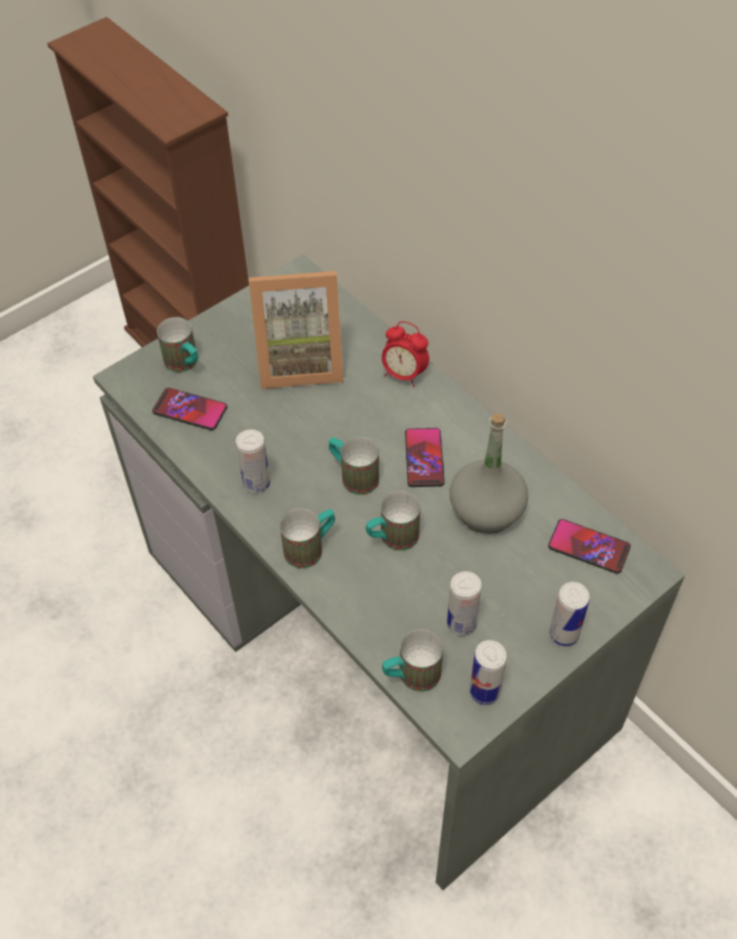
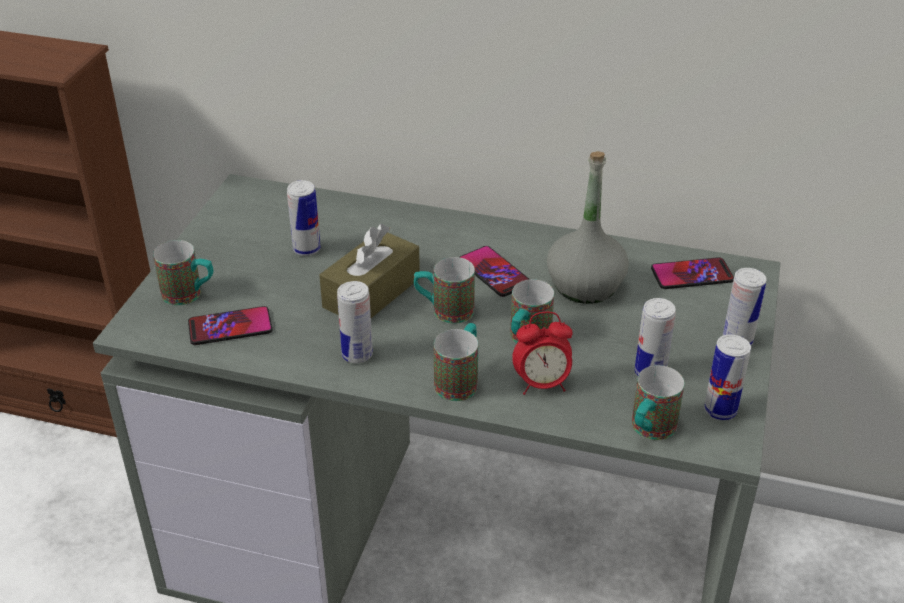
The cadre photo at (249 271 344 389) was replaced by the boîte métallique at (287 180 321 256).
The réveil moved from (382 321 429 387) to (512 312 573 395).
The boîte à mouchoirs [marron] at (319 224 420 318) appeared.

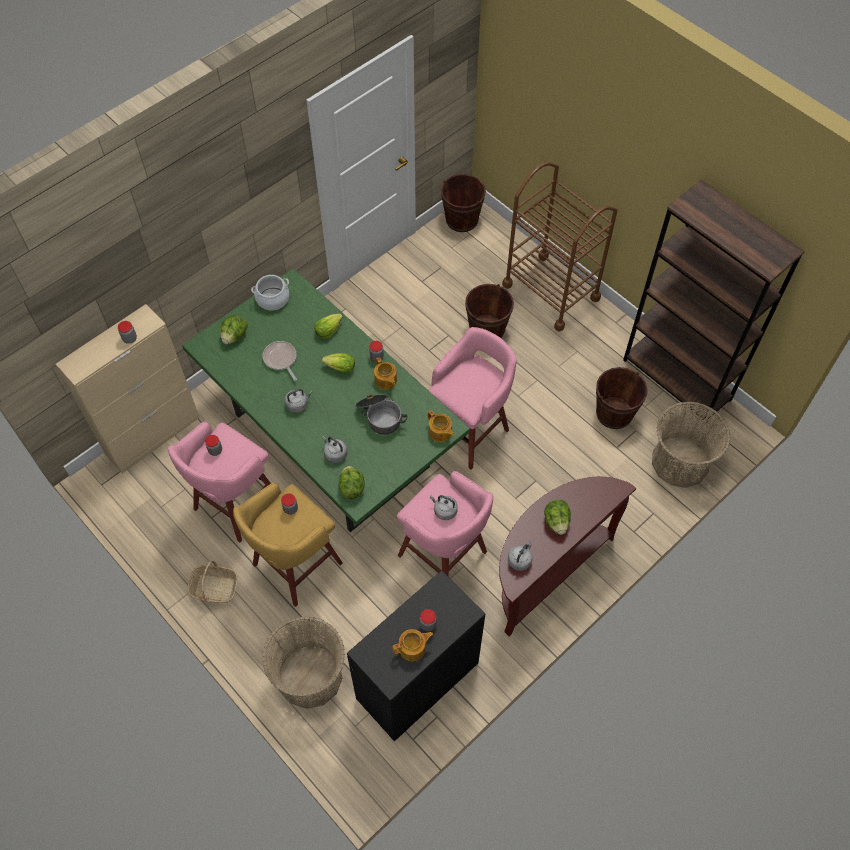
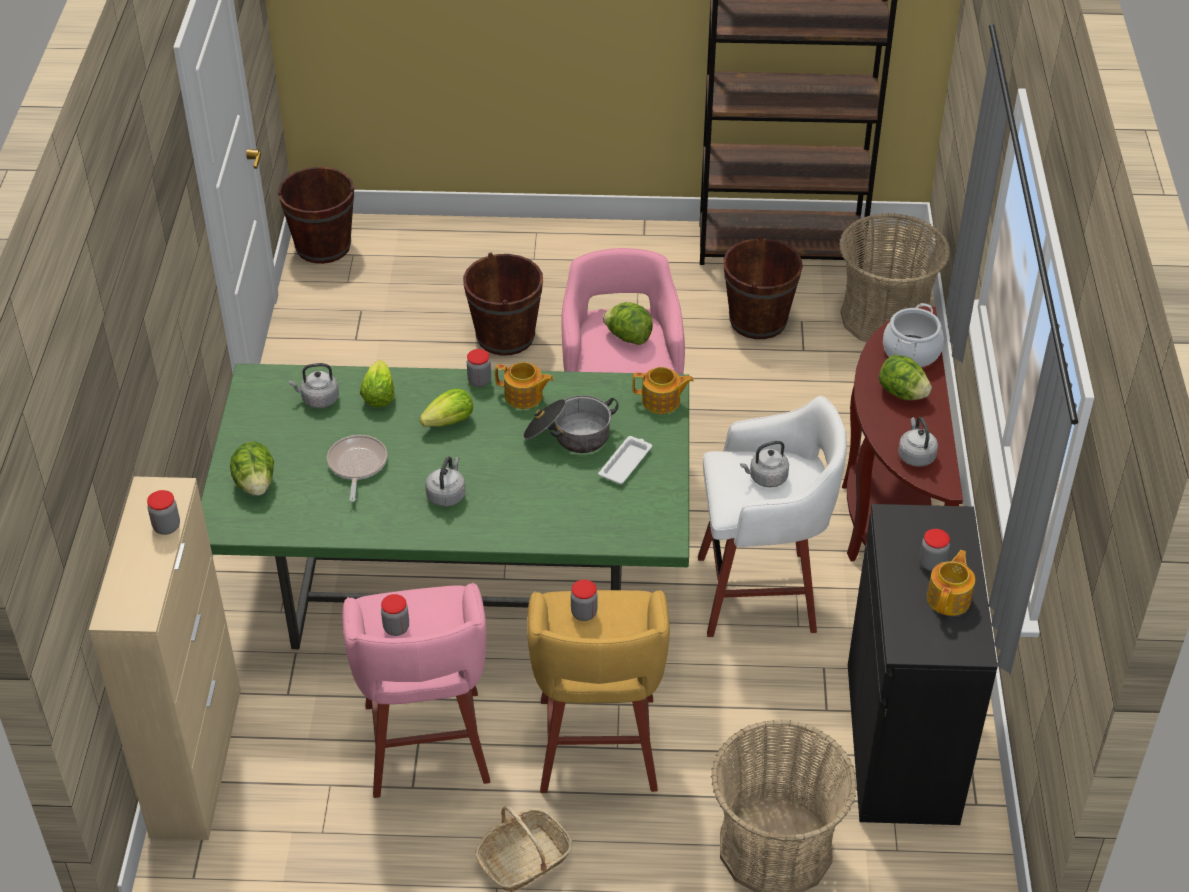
The marmite moved from (251 275 289 311) to (883 303 944 367).
The poêle at (263 341 297 381) turned 75 degrees clockwise.
The bouilloire [gris] moved from (322 436 347 463) to (289 363 339 408).
The laitue moved from (338 466 365 499) to (603 302 653 345).
The tabouret [rose] at (397 471 493 576) became the tabouret [blanc] at (698 396 847 637).
The chariot [marron] at (502 162 618 332) disappeared.
The plateau [blanc] at (598 436 652 484) appeared.

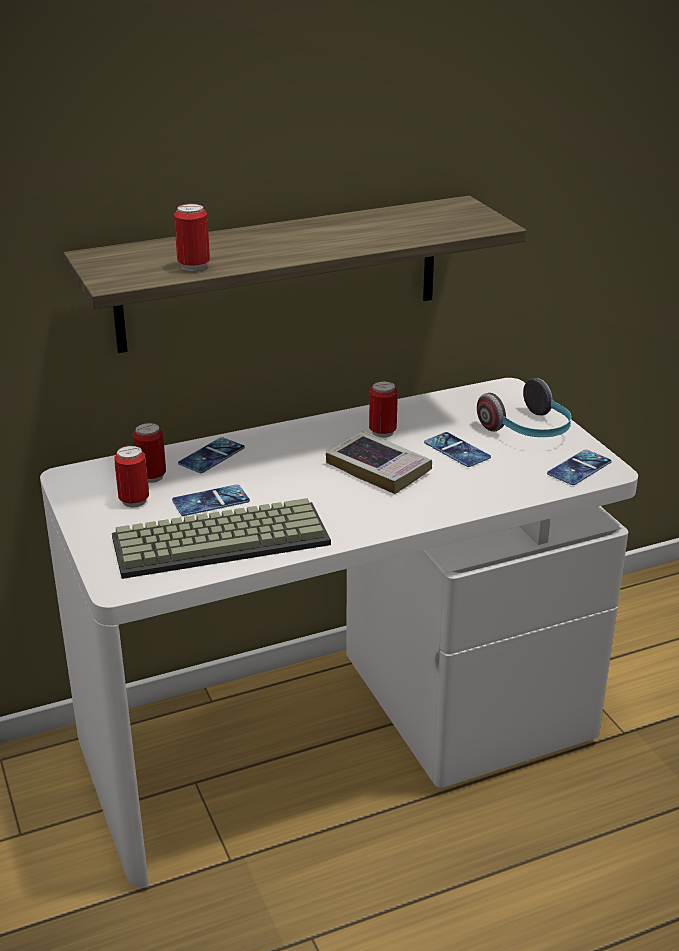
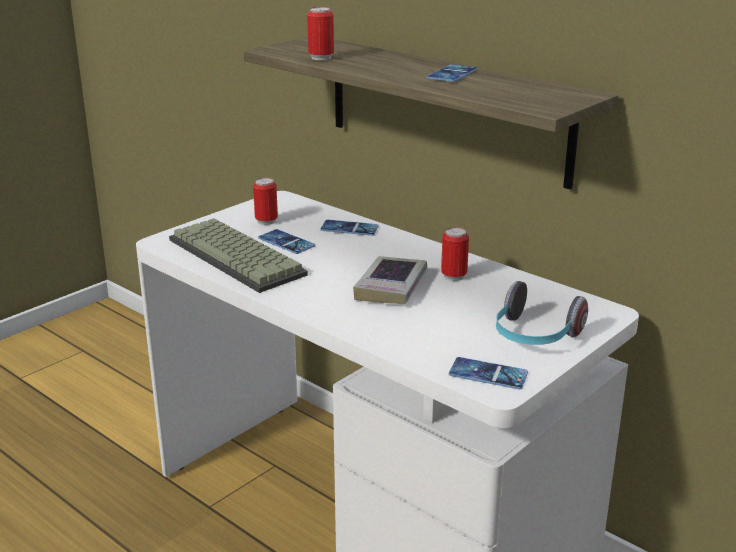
The boîte métallique at (133 422 166 483) disappeared.
The téléphone moved from (424 432 491 467) to (426 64 478 82).

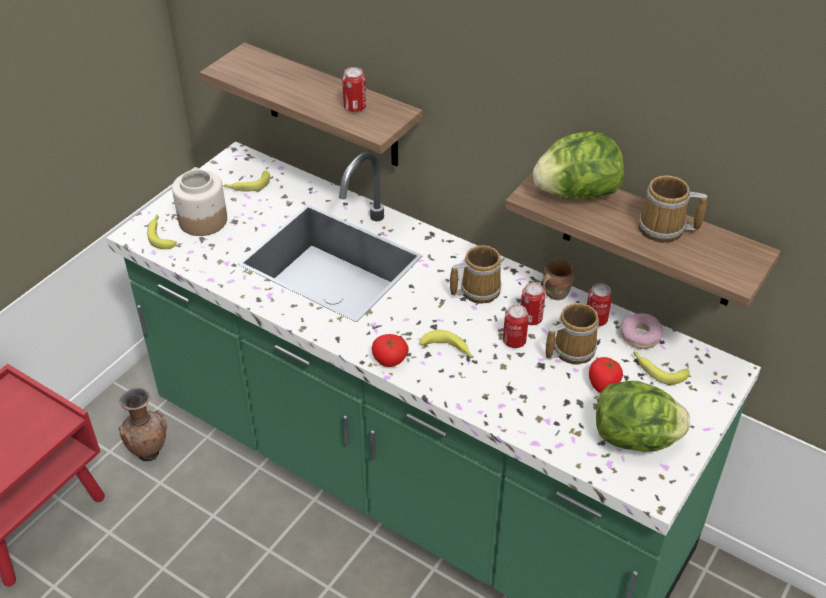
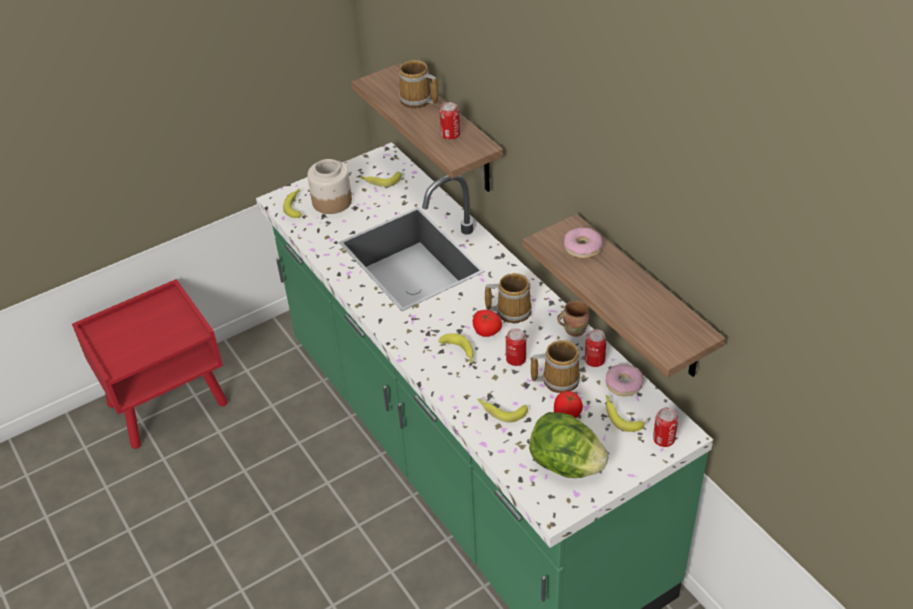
The vase [marron] at (119 388 167 461) disappeared.
The tomate moved from (372 334 409 367) to (473 310 502 337).
The boîte métallique moved from (521 282 545 325) to (653 407 678 447).
The laitue at (533 131 624 199) was replaced by the beignet at (564 228 602 258).
The mug moved from (639 175 707 243) to (399 60 438 109).
The banane at (477 399 528 423) appeared.

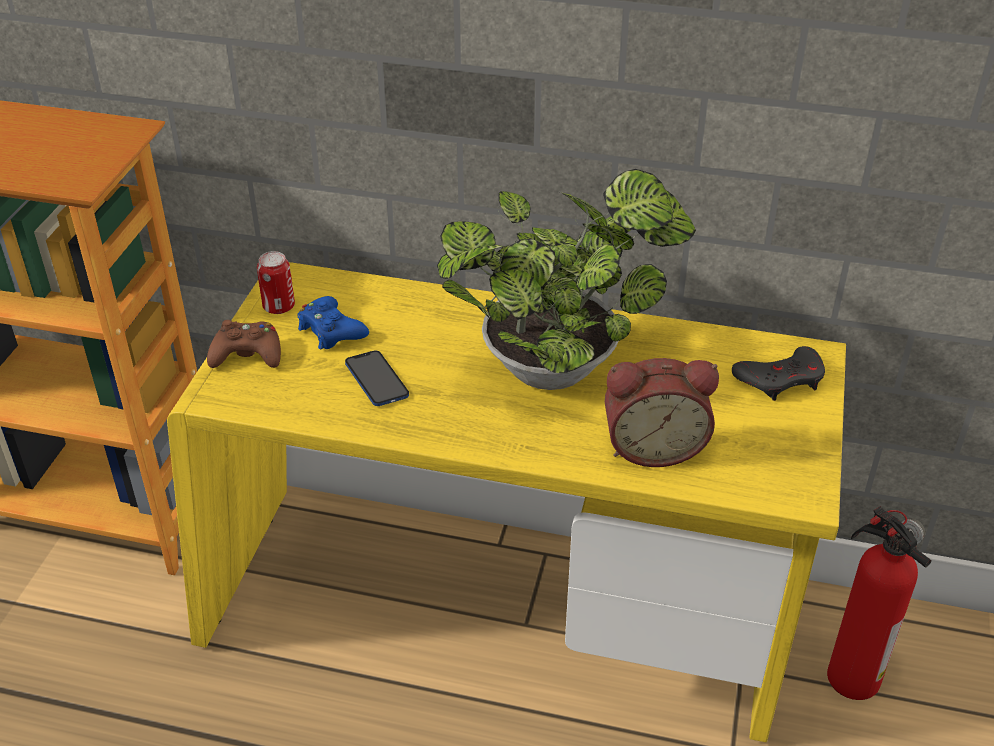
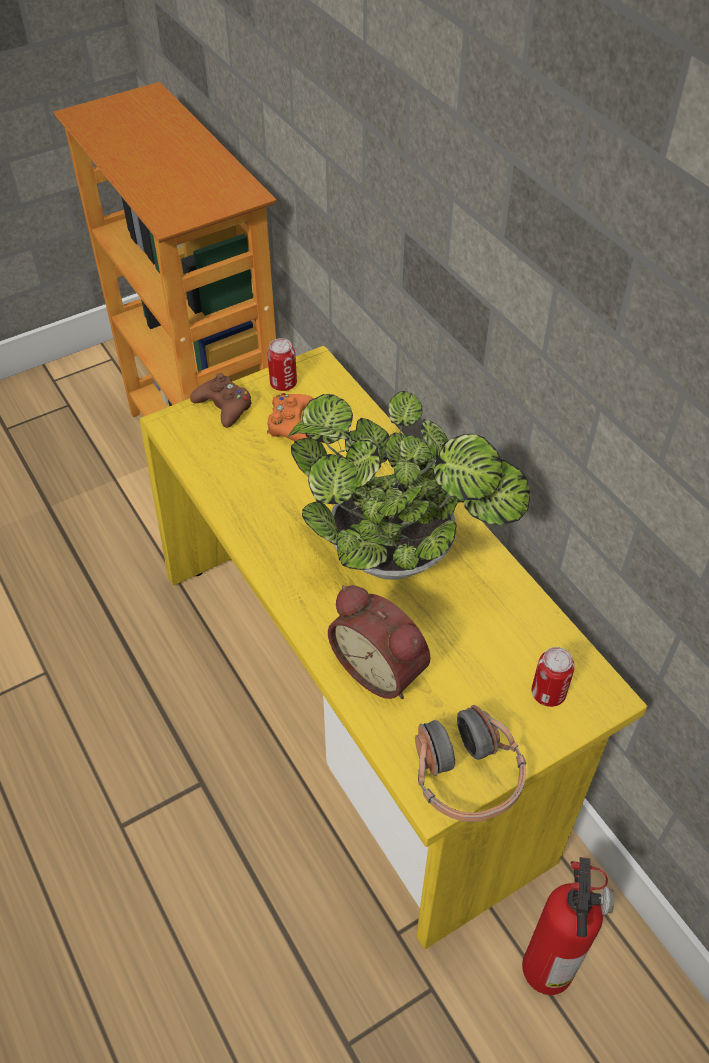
The manette [bleu] at (298 296 369 349) became the manette [orange] at (267 393 314 441).
The téléphone at (345 351 409 406) disappeared.
The manette [gris] at (732 346 825 401) was replaced by the boîte métallique at (531 647 575 707).
The casque audio at (415 705 526 822) appeared.

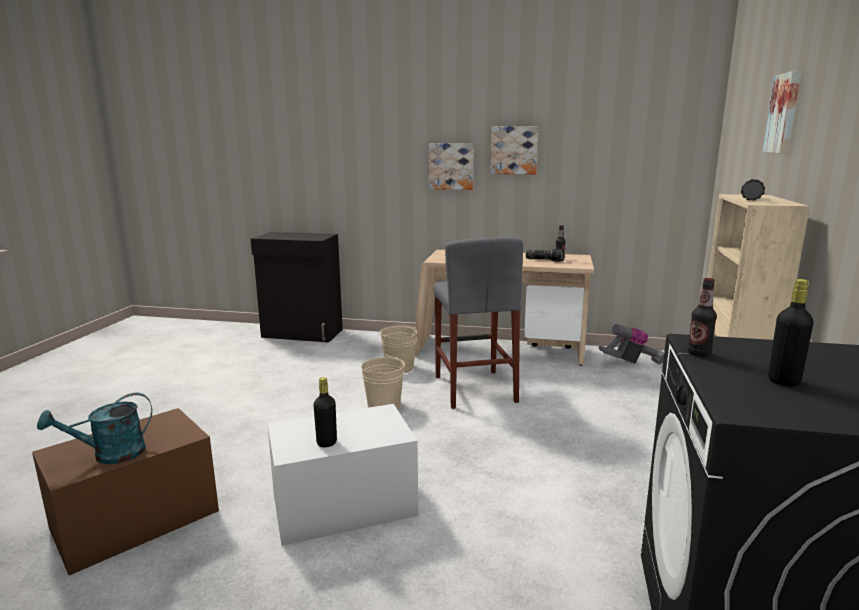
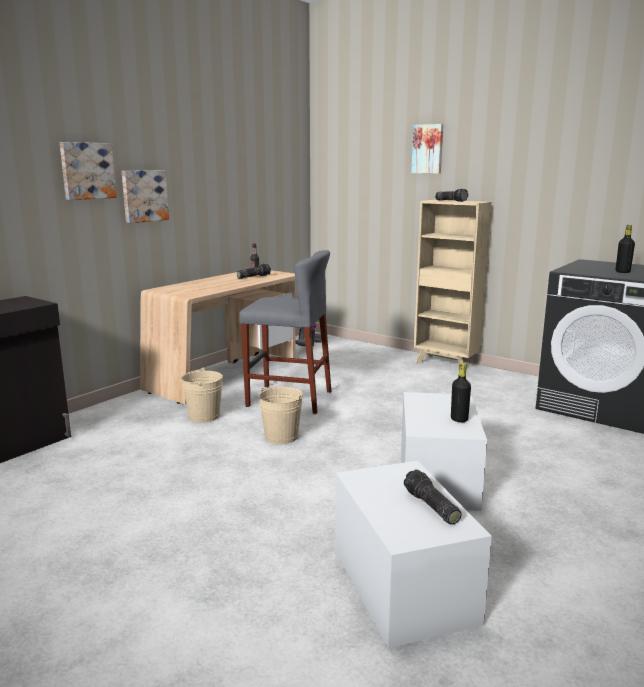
The boîte de rangement [marron] at (32 408 219 575) became the boîte de rangement [blanc] at (335 461 492 648).
The arrosoir [turquoise] at (37 393 152 464) was replaced by the lampe de poche at (404 469 462 525).
The tableau moved from (490 126 539 174) to (60 142 117 200).
The bouteille at (687 278 717 357) disappeared.

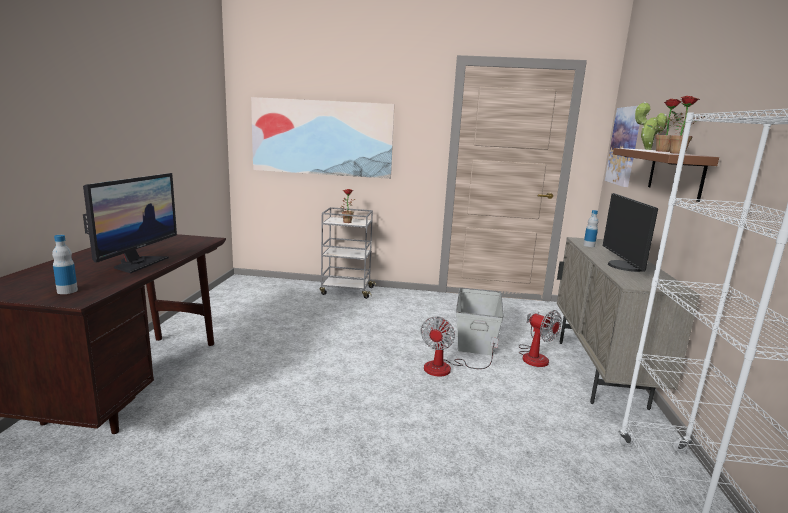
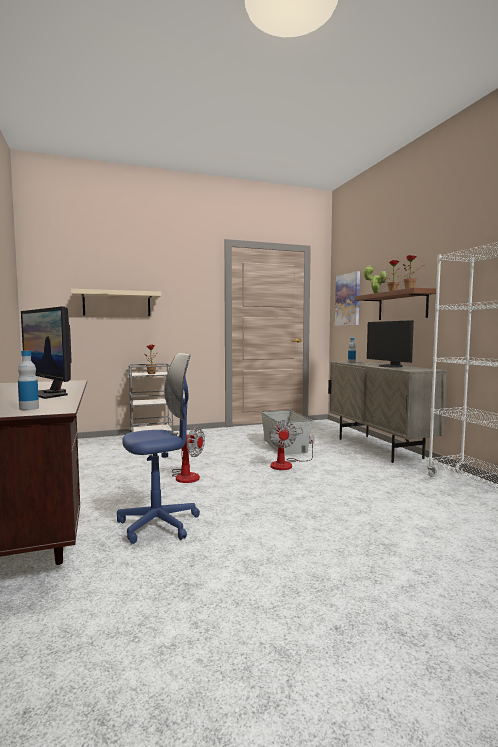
The écran d'ordinateur at (83 173 177 273) turned 150 degrees clockwise.
The tableau at (251 97 395 179) was replaced by the étagère [beige] at (71 289 161 316).
The ventilateur moved from (519 310 562 367) to (172 427 205 483).
The chaise de bureau [bleu] at (117 353 200 544) appeared.

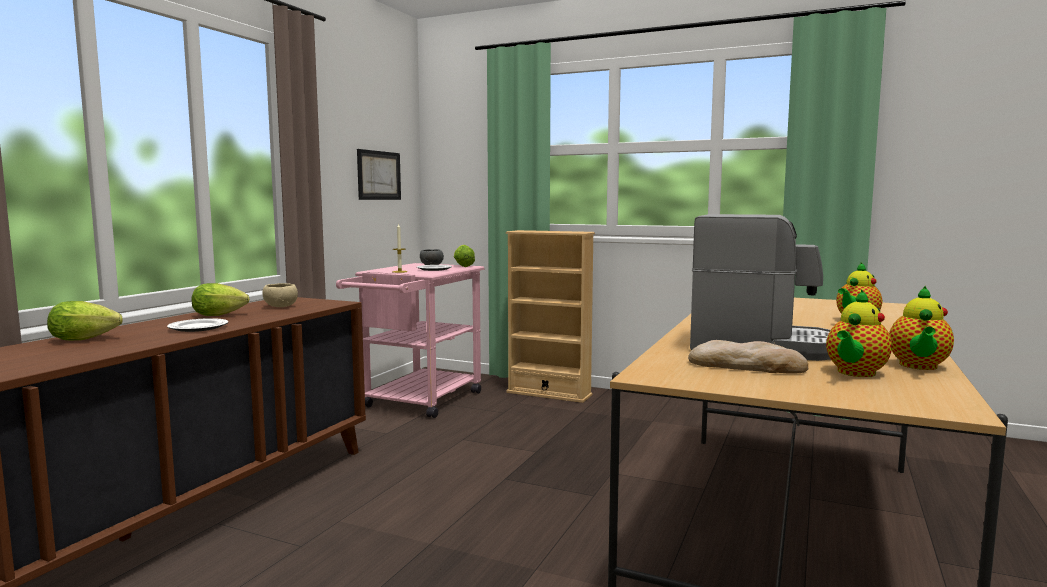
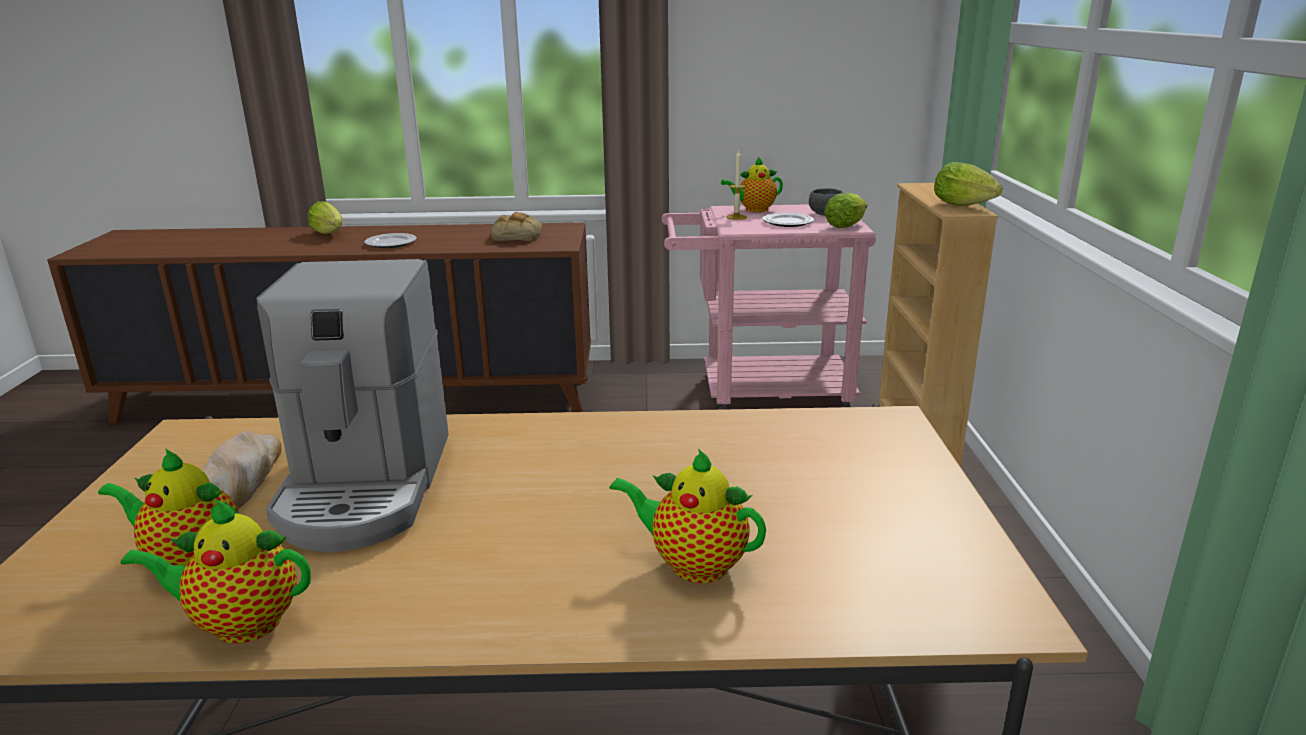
The laitue moved from (191 283 249 316) to (934 162 1002 206).
The bol [beige] at (263 283 298 307) was replaced by the pain at (491 212 542 241).
The tableau at (357 149 401 200) disappeared.
The théière at (721 157 783 212) appeared.

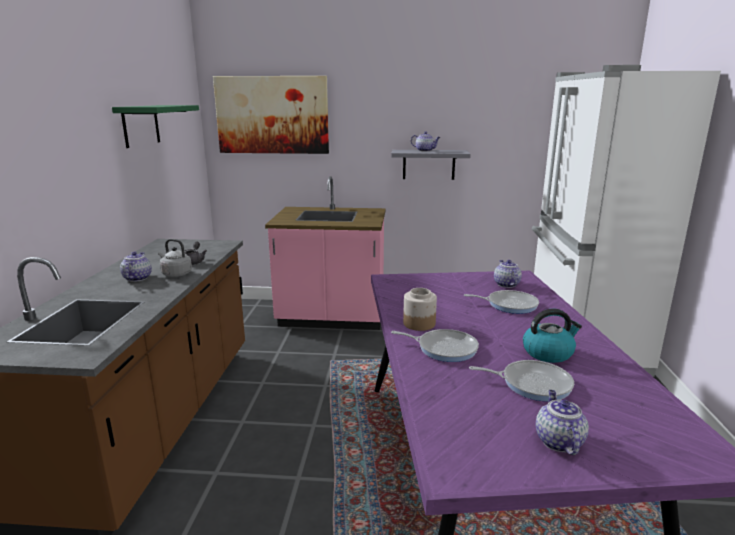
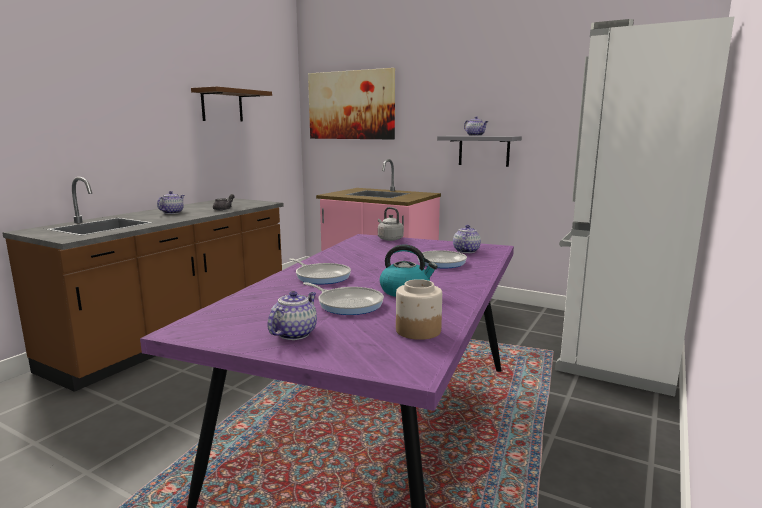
The étagère [vert] at (112 105 199 148) became the étagère [marron] at (191 86 272 122).
The bouilloire [gris] moved from (158 239 192 277) to (378 207 404 241).
The bocal moved from (403 288 437 331) to (396 279 442 340).

